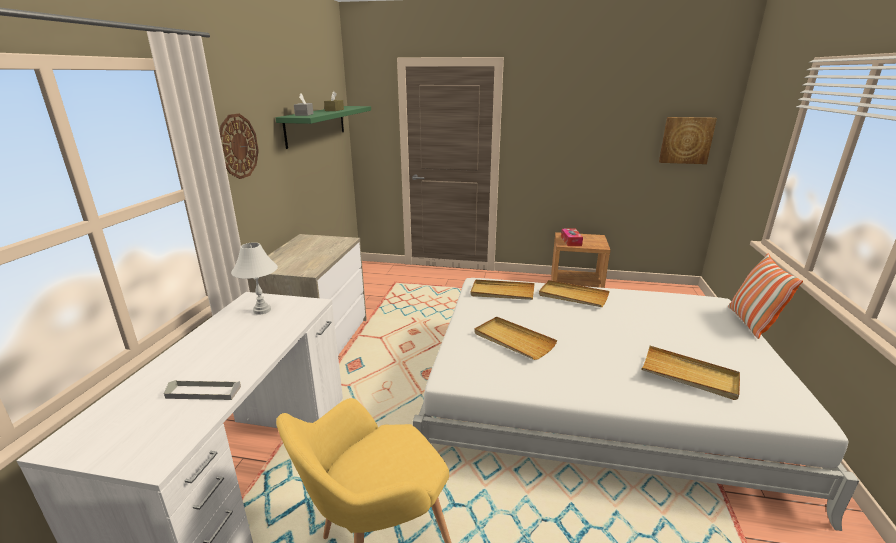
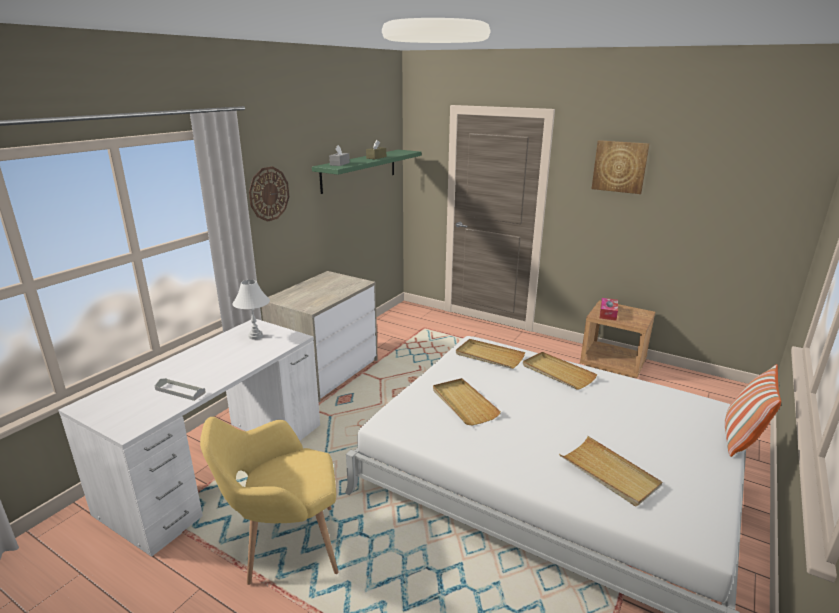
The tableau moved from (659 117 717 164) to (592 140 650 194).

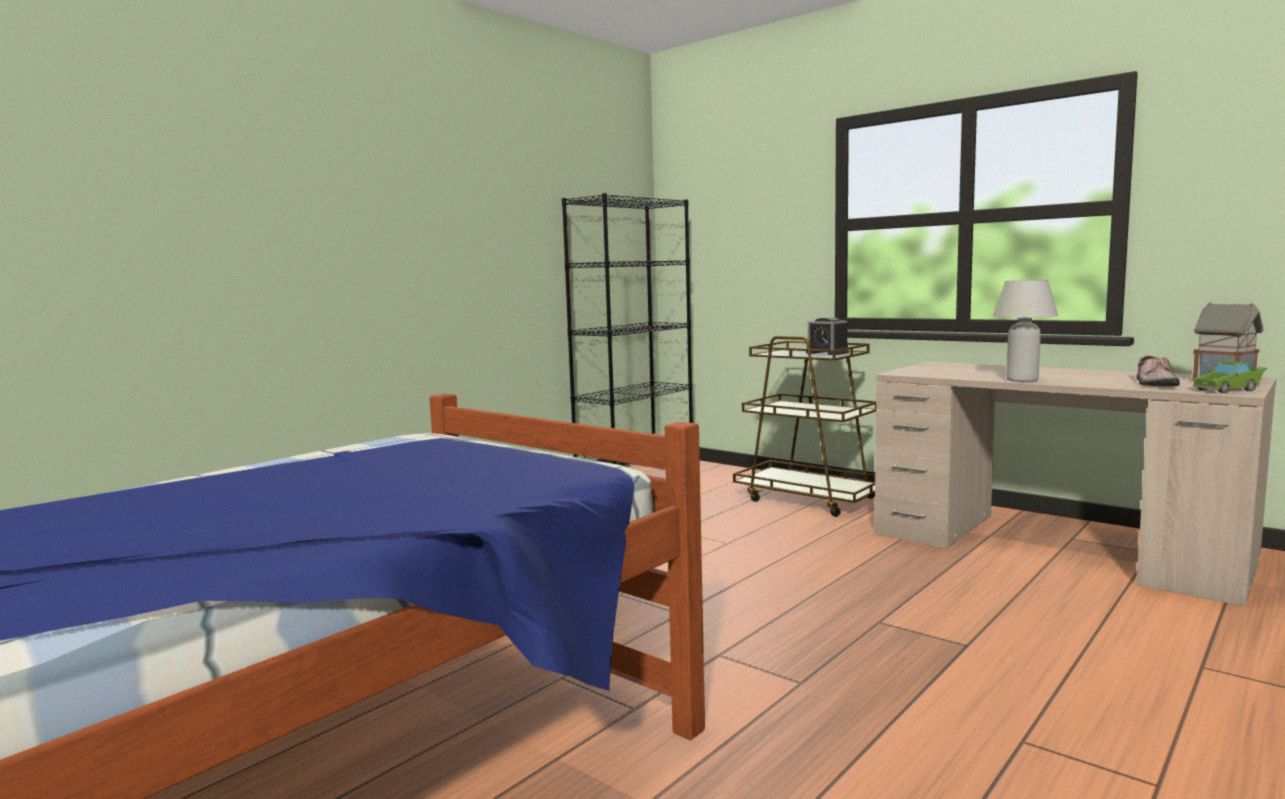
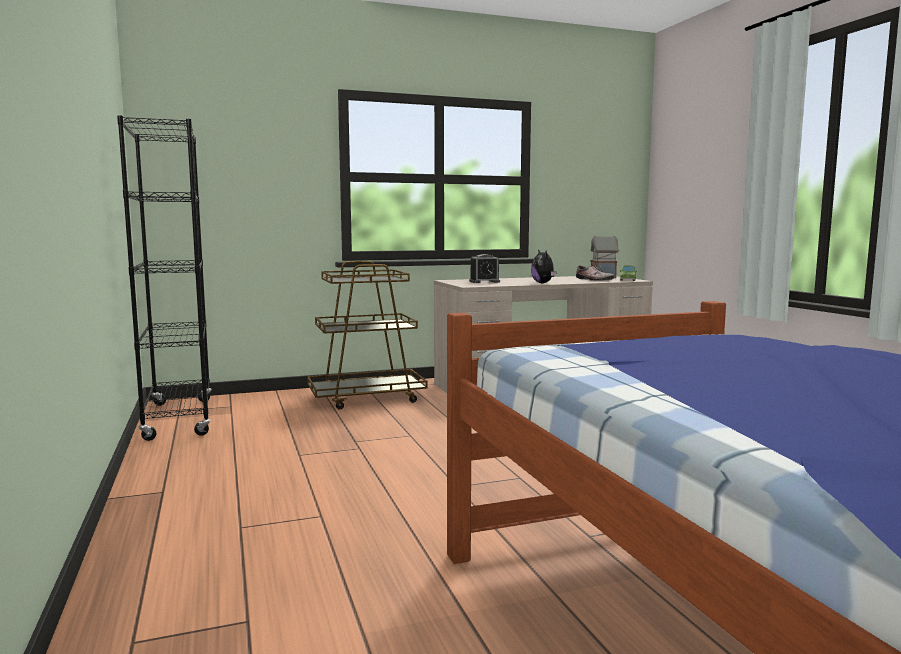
The réveil moved from (806 317 849 355) to (469 254 500 283).
The lampe de table [blanc] at (993 280 1058 382) was replaced by the peluche at (531 250 556 283).

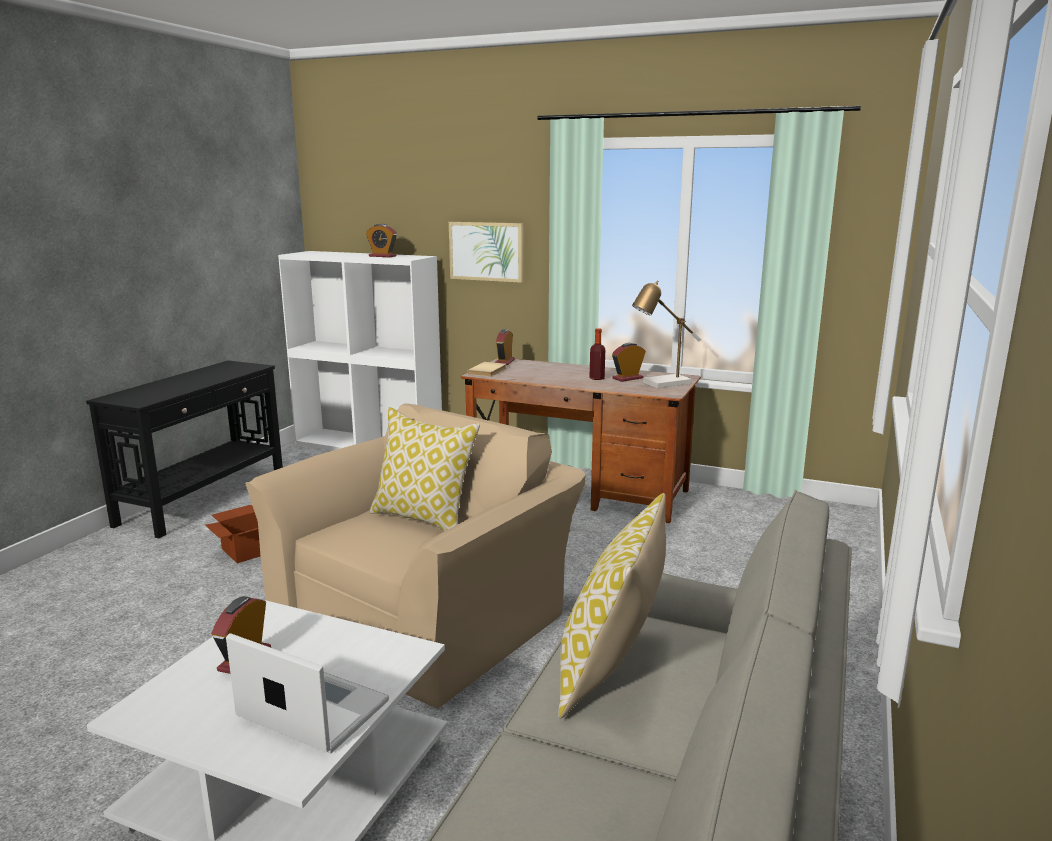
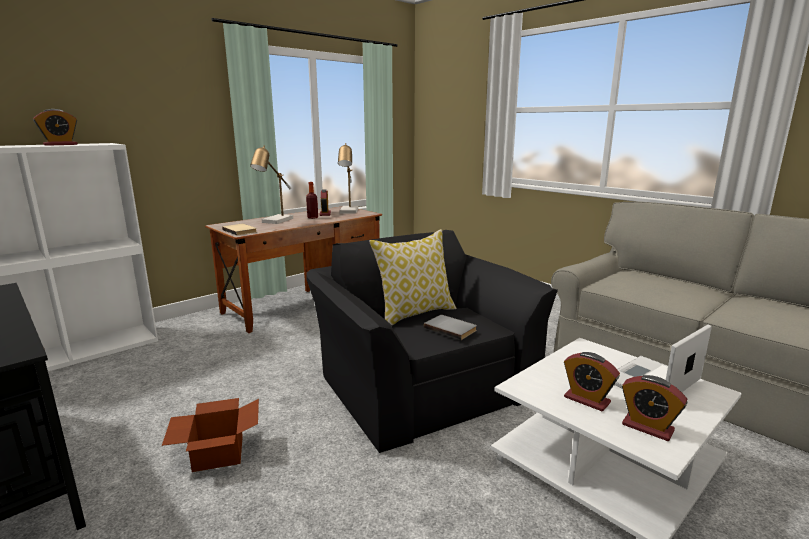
The fauteuil [beige] at (245 403 586 709) became the fauteuil [noir] at (306 230 558 453).
The tableau at (449 222 523 283) disappeared.
The réveil moved from (494 329 515 365) to (622 375 688 441).
The coussin at (558 493 666 719) disappeared.
The lampe de table at (250 146 293 224) appeared.
The livre [gris] at (424 315 477 340) appeared.

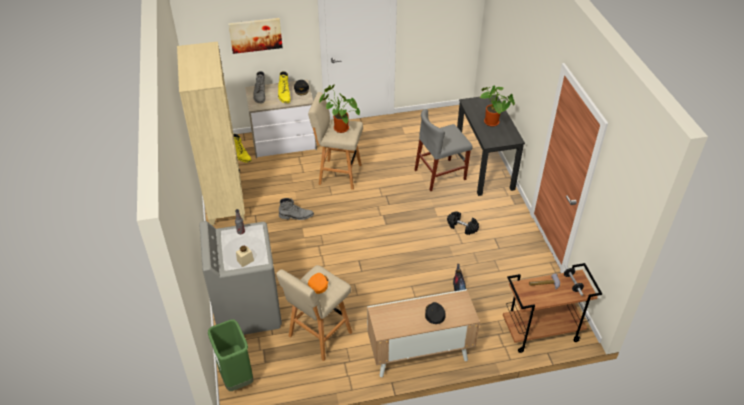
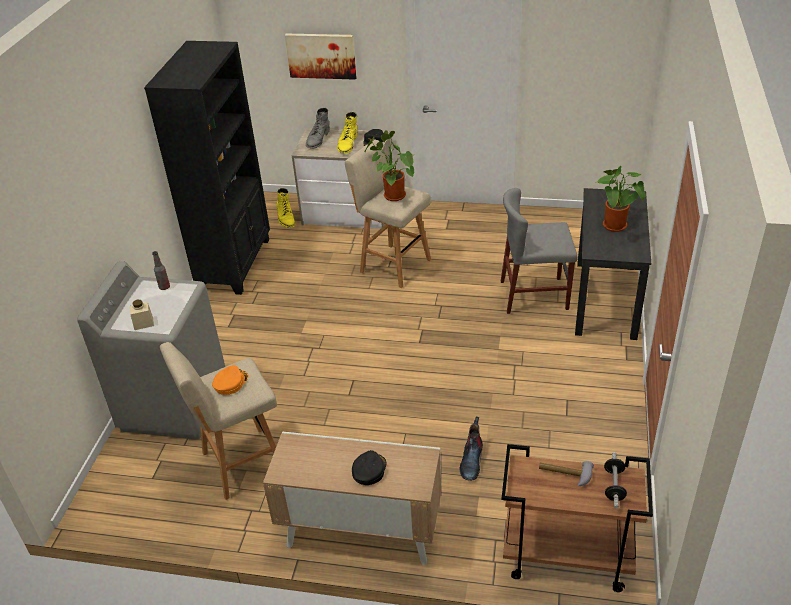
The bibliothèque [beige] at (177 41 245 225) became the bibliothèque [noir] at (144 41 270 295).
The poubelle [vert] at (208 319 253 391) disappeared.
The botte [gris] at (279 198 314 220) disappeared.
The haltère [noir] at (447 211 479 235) disappeared.

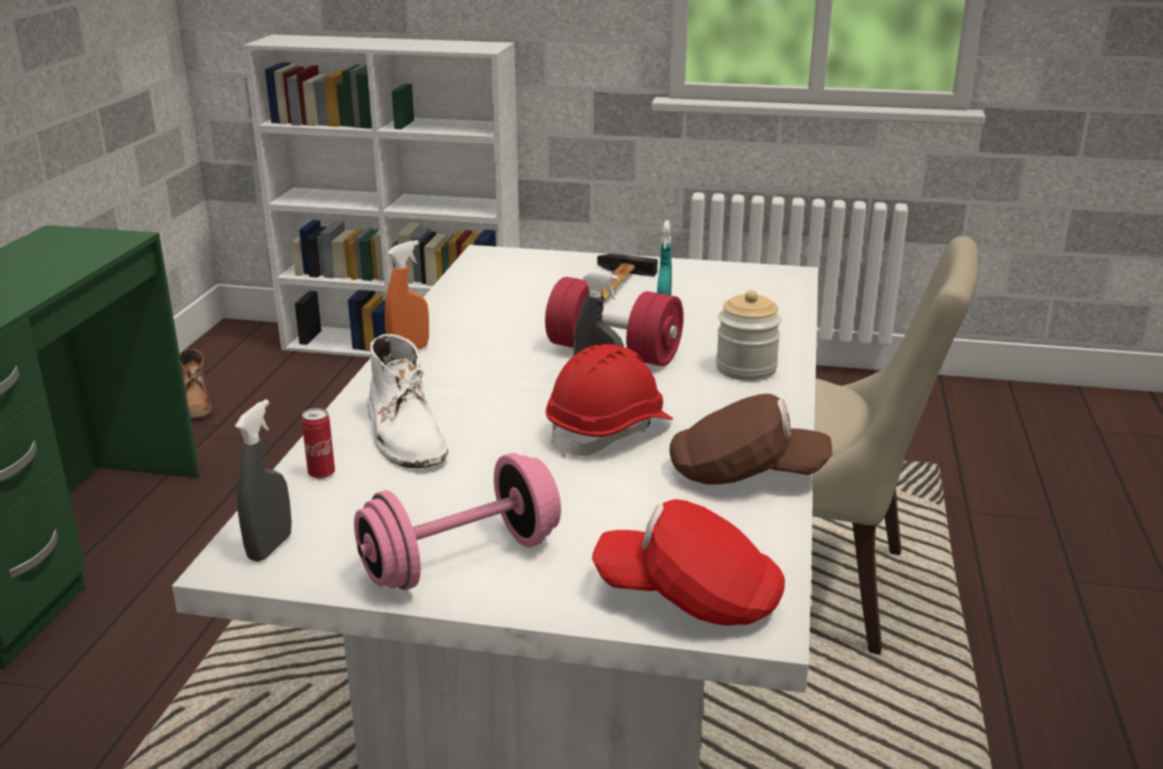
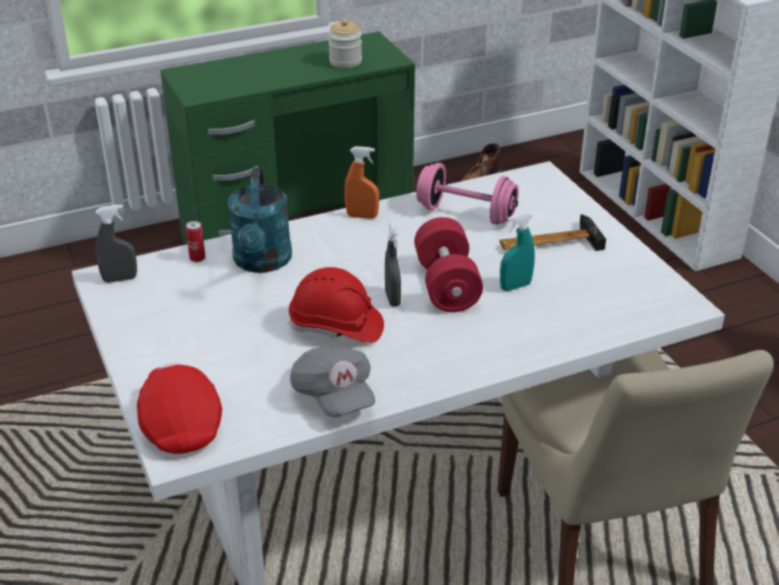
The haltère [rose] moved from (354 453 561 590) to (416 163 519 225).
The botte [blanc] at (367 334 448 468) was replaced by the arrosoir [turquoise] at (228 168 292 273).
The casquette [marron] at (670 394 832 485) became the casquette [gris] at (290 347 375 417).
The bocal moved from (716 290 782 381) to (328 19 362 68).

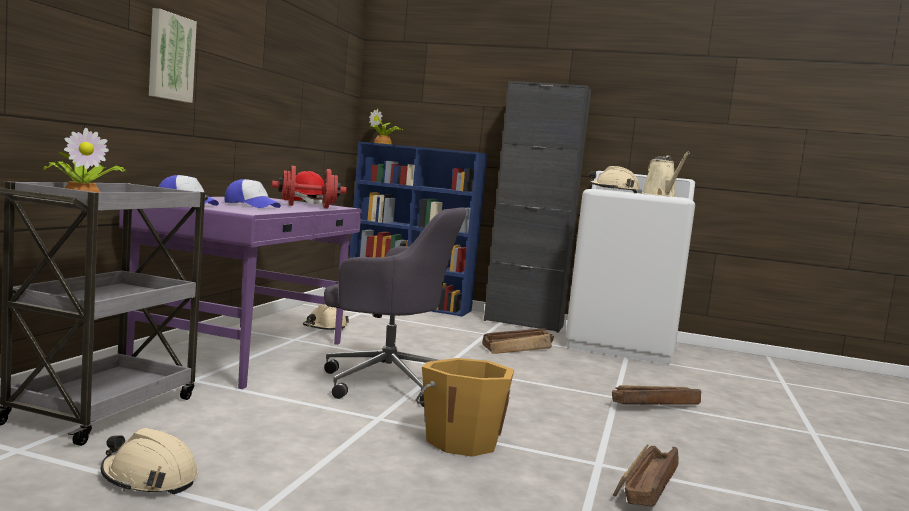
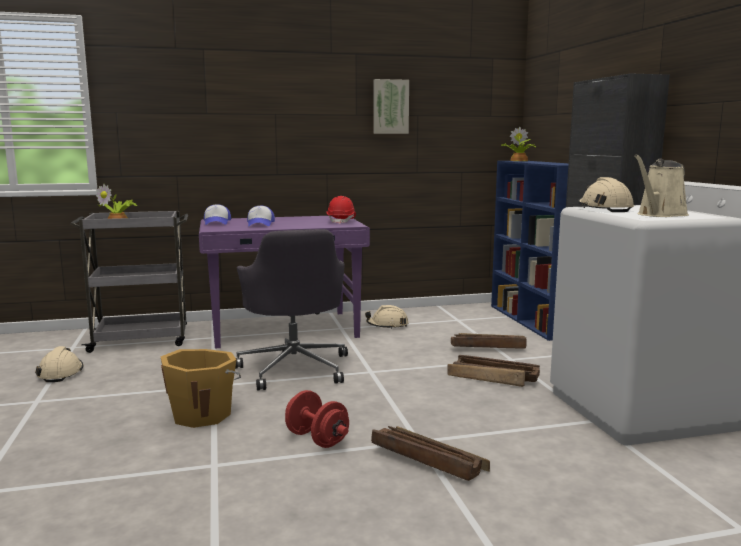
The tableau moved from (149 8 197 103) to (374 79 409 134).
The haltère [rouge] moved from (272 166 347 208) to (285 390 349 448).
The caisse moved from (613 444 679 507) to (451 333 527 349).

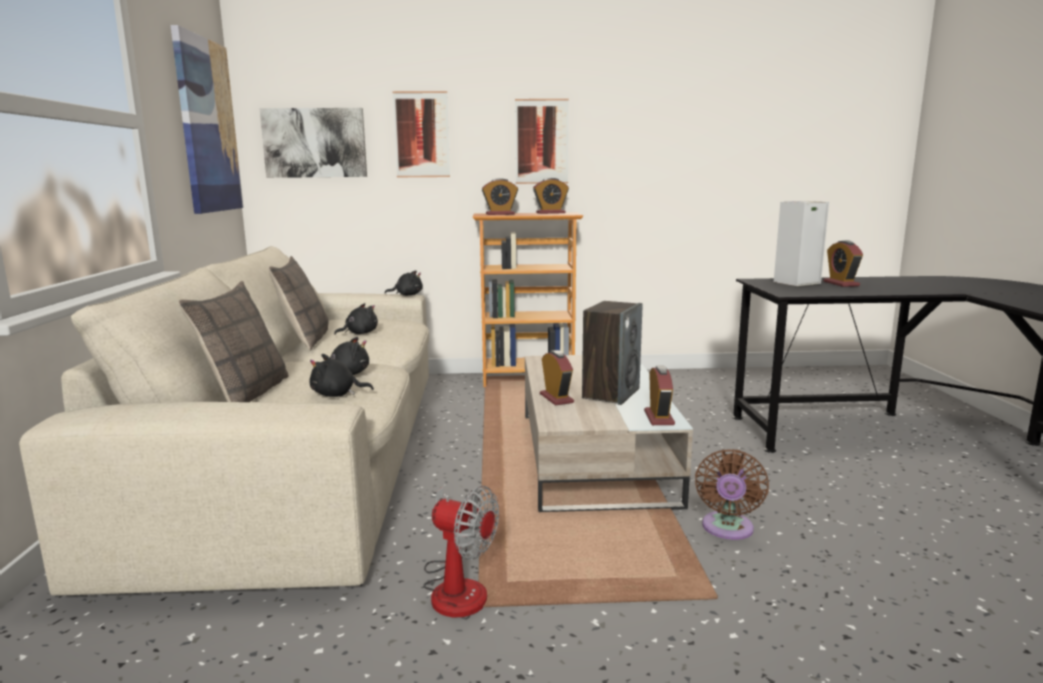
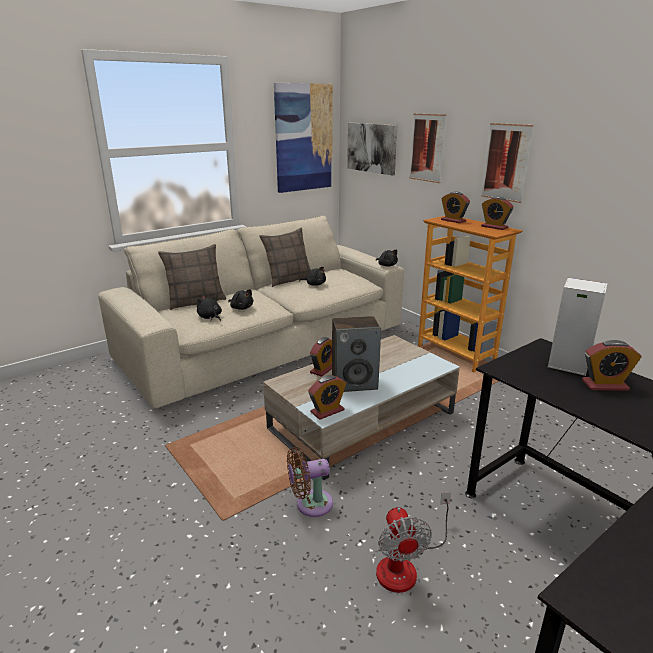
The ventilateur moved from (423 486 499 618) to (376 492 451 593).
The réveil at (823 240 863 287) turned 135 degrees counterclockwise.

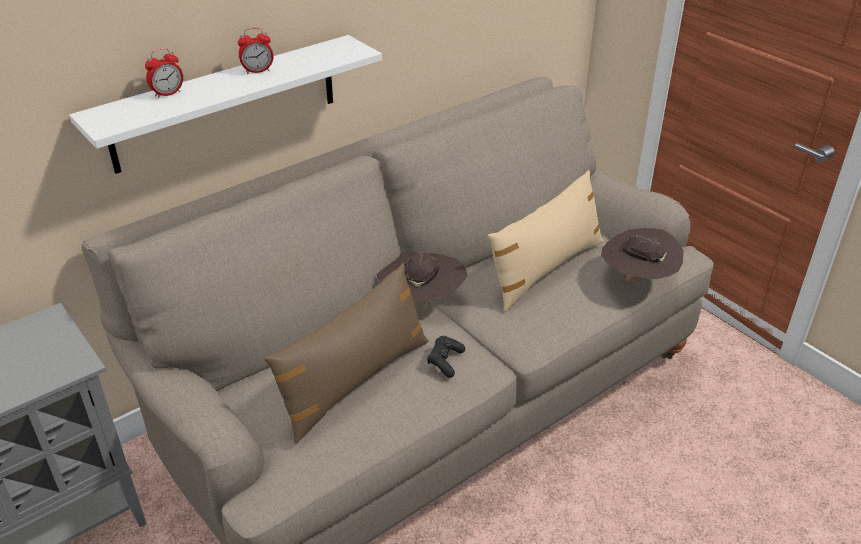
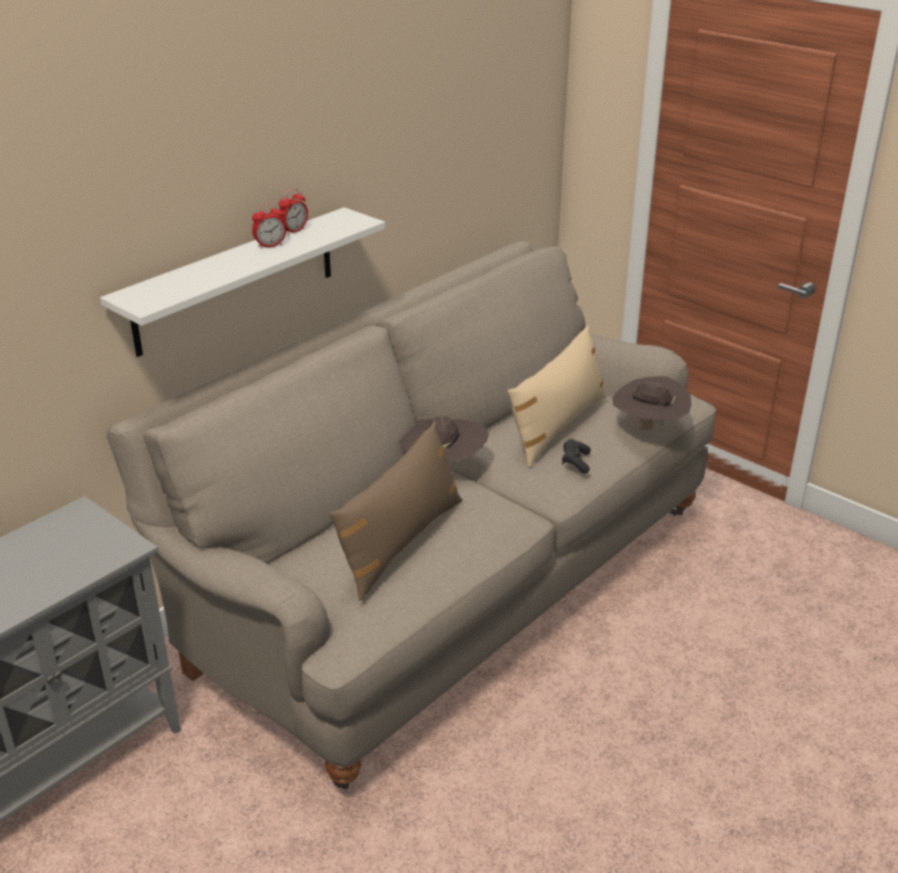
The réveil moved from (145 48 183 99) to (279 188 308 235).
The manette [noir] moved from (427 336 465 378) to (562 439 591 474).

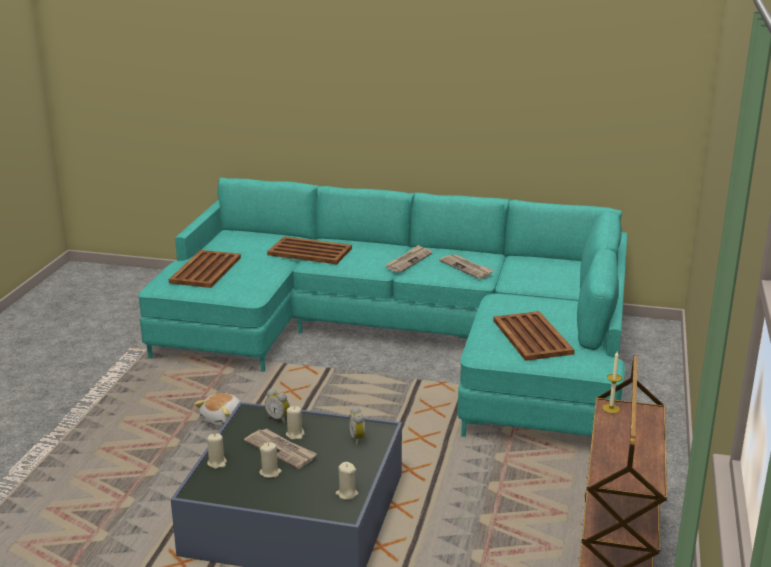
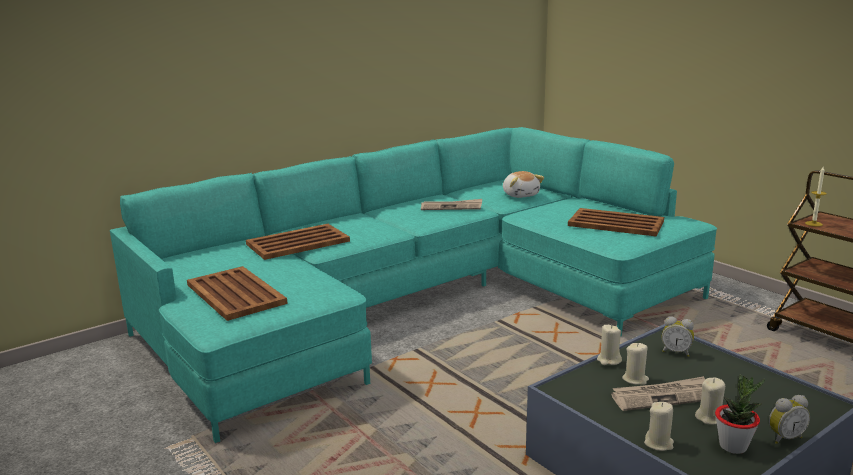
The peluche moved from (194 393 241 428) to (503 171 544 198).
The réveil moved from (265 389 290 423) to (769 395 810 444).
The bougie [beige] moved from (335 462 358 500) to (597 325 622 365).
The journal at (385 245 432 273) disappeared.
The plante en pot at (715 374 765 454) appeared.

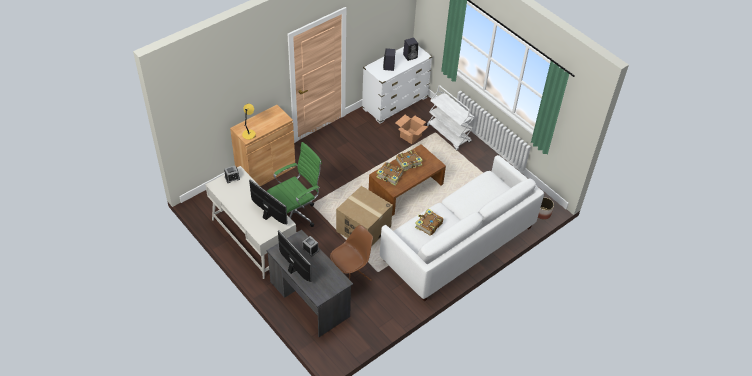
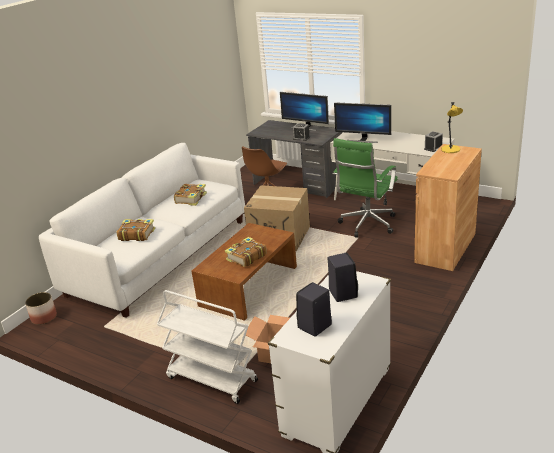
The livre moved from (376 162 403 186) to (117 219 155 241).

